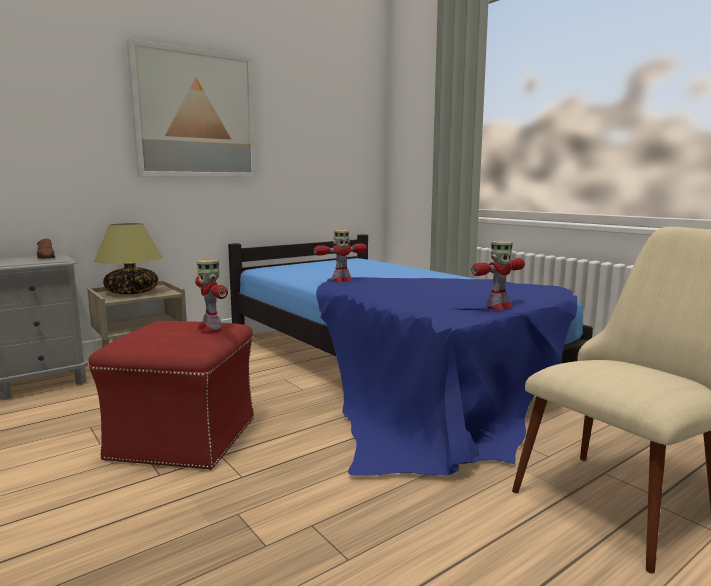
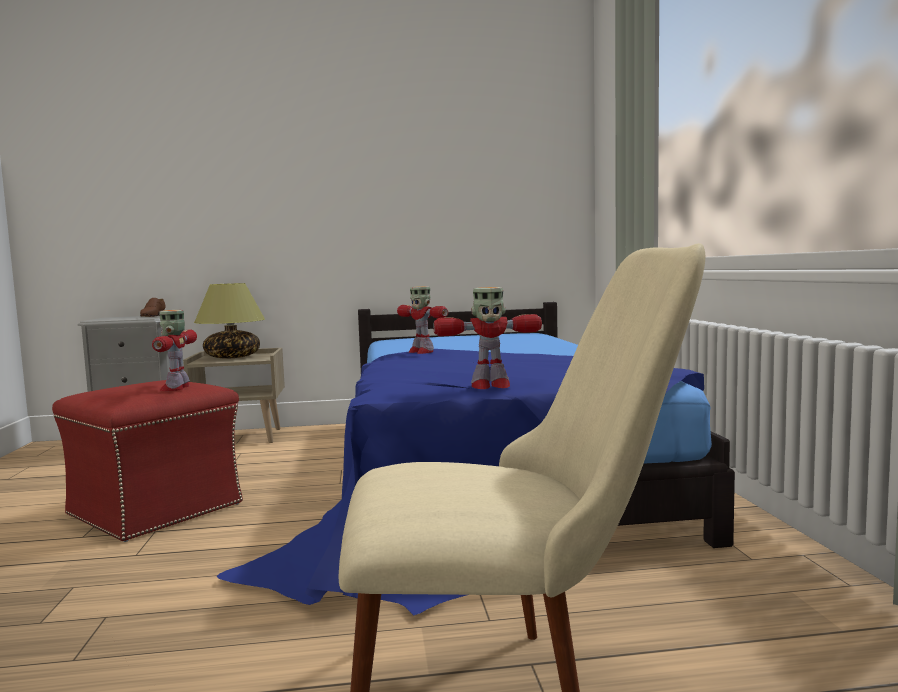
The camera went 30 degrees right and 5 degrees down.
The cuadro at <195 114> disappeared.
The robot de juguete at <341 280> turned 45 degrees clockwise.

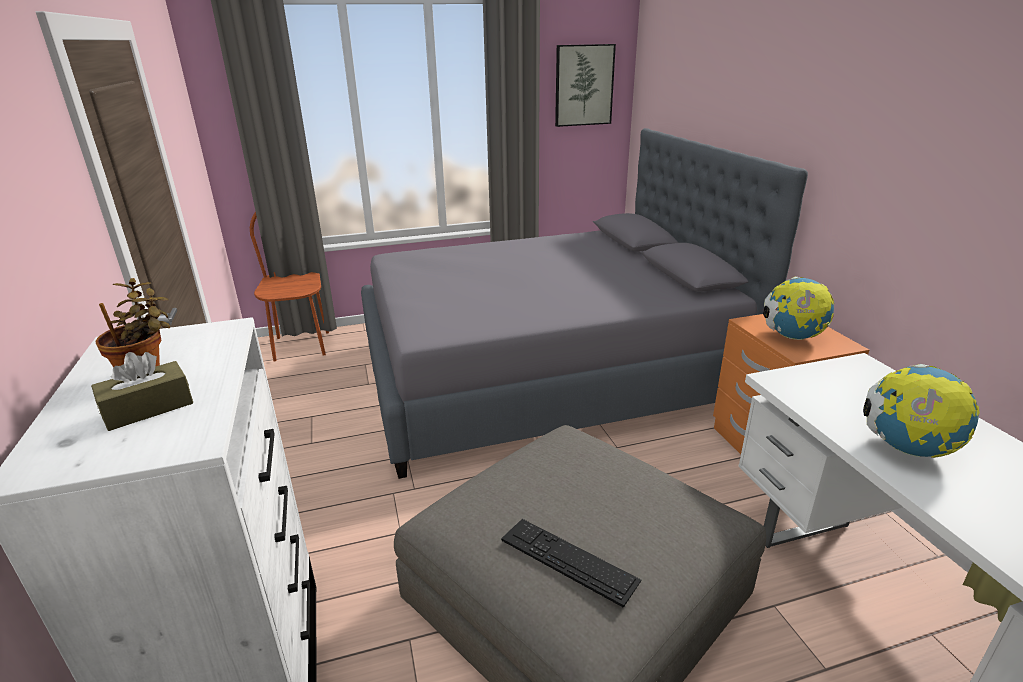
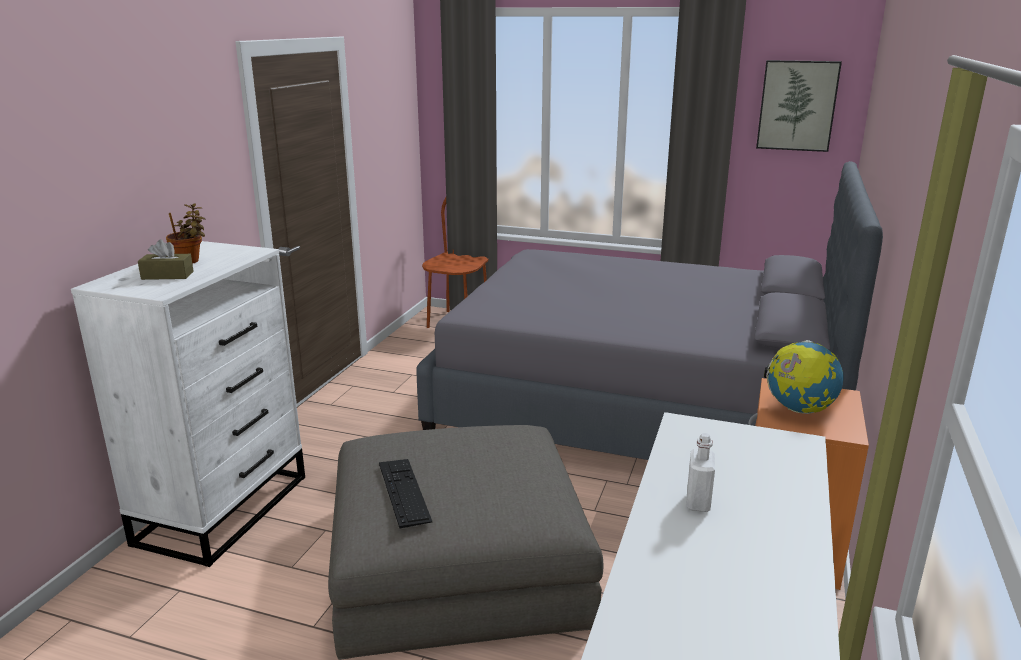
The camera went 35 degrees right and 5 degrees down.
The globo terráqueo at <906 448> was replaced by the botella/blanco at <698 502>.

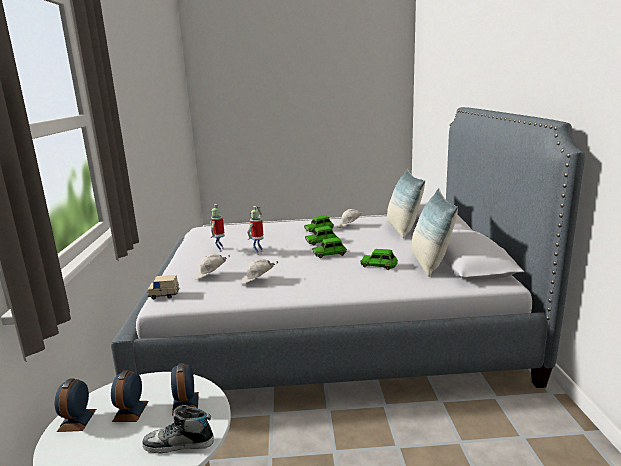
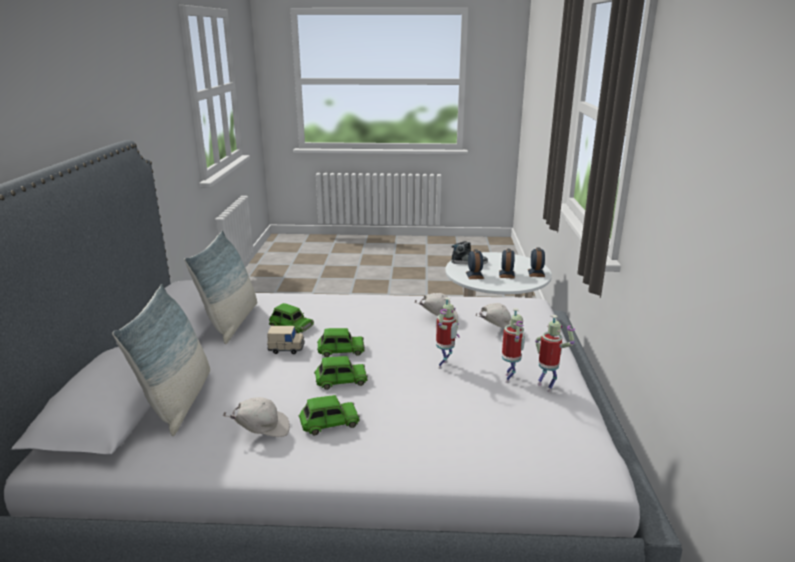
The camera went 175 degrees left and 5 degrees up.
The coche de juguete/beis moved from <164 295> to <286 349>.
The robot de juguete at <547 387> appeared.

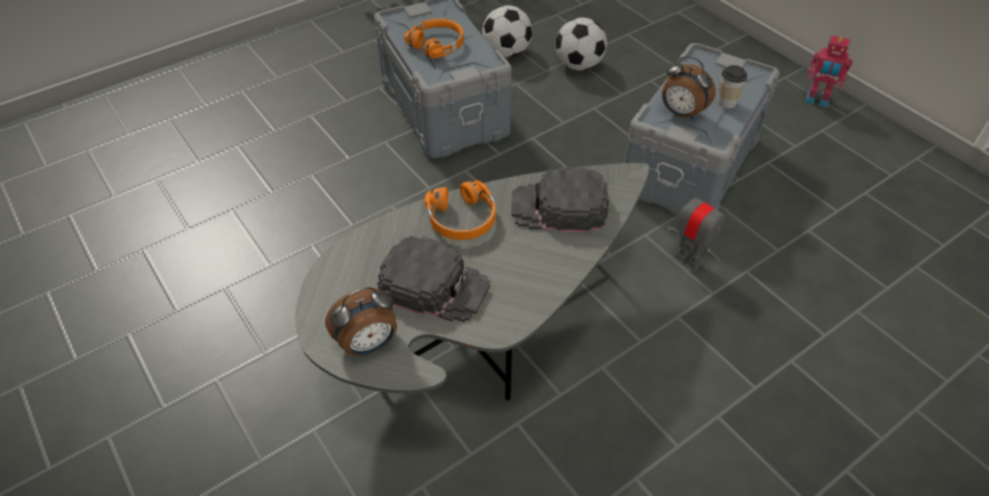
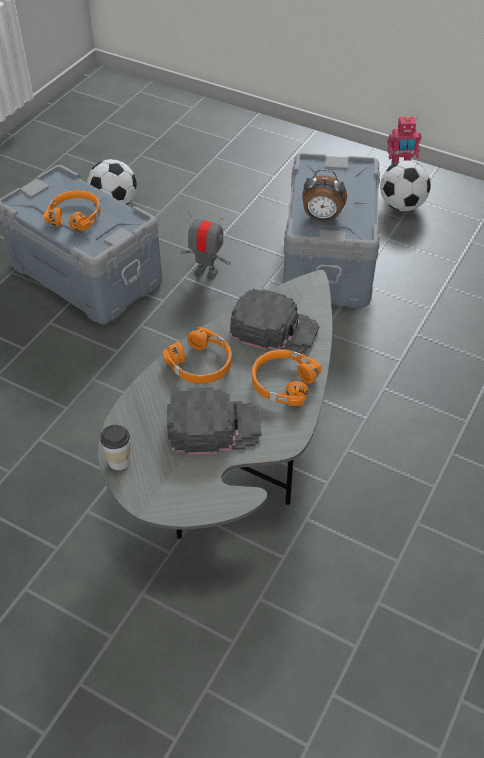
The camera went 25 degrees left and 0 degrees up.
The despertador at <368 345> disappeared.
The gorra/negro at <559 208> turned 135 degrees counterclockwise.
The balón de fútbol moved from <578 65> to <401 206>.
The robot de juguete moved from <688 259> to <206 272>.
The taza moved from <726 103> to <119 461>.
The auriculares/naranja at <282 382> appeared.

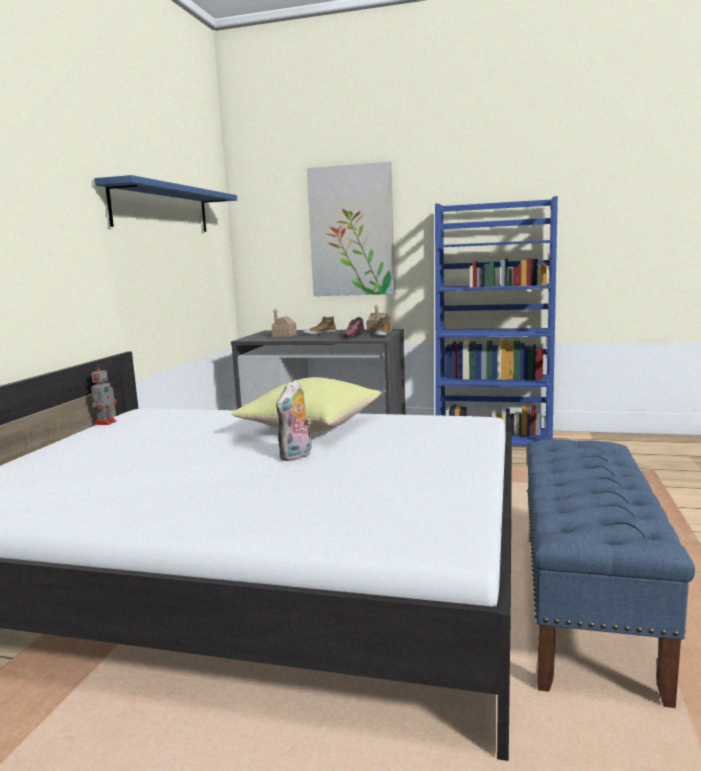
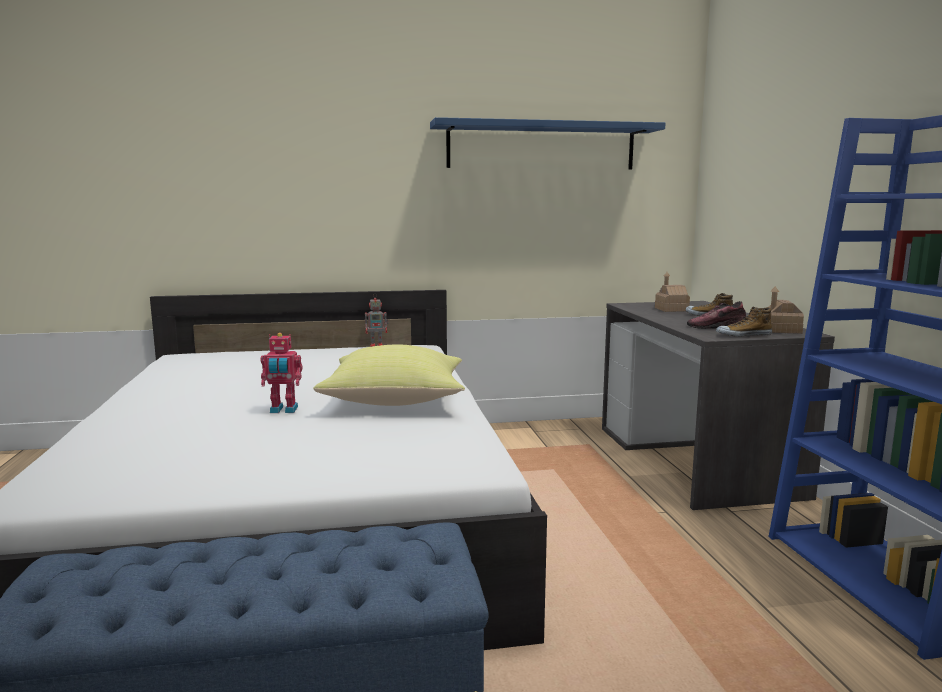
The camera went 65 degrees right and 0 degrees up.
The peluche at <296 456> was replaced by the robot de juguete at <283 410>.
The cuadro at <351 231> disappeared.

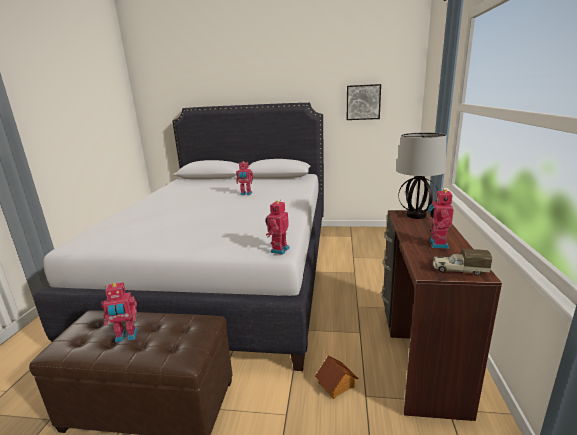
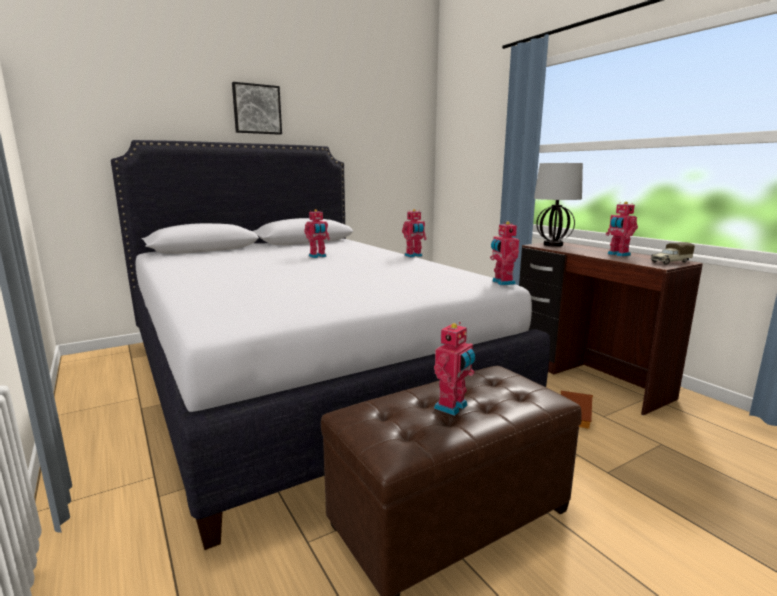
The camera went 40 degrees left and 5 degrees down.
The cuadro moved from <363 102> to <257 109>.
The robot de juguete at <414 256> appeared.

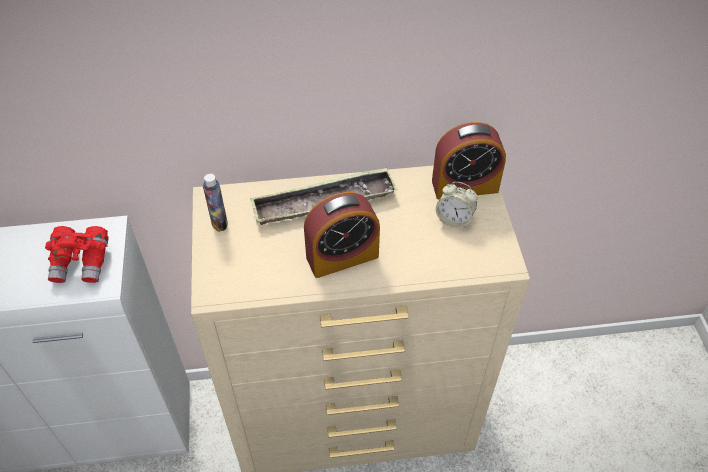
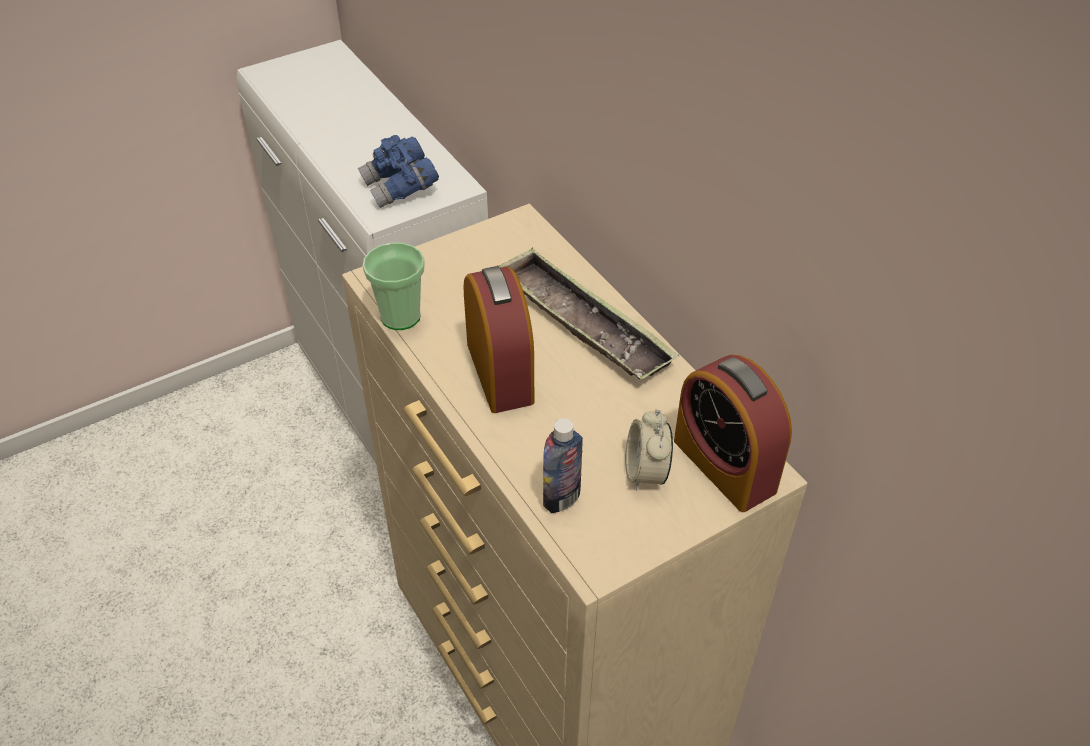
The camera went 65 degrees right and 5 degrees down.
The prismáticos/rojo at <82 263> became the prismáticos/azul at <400 188>.
The botella moved from <219 222> to <561 498>.
The despertador at <342 257> turned 150 degrees counterclockwise.
The taza at <400 316> appeared.

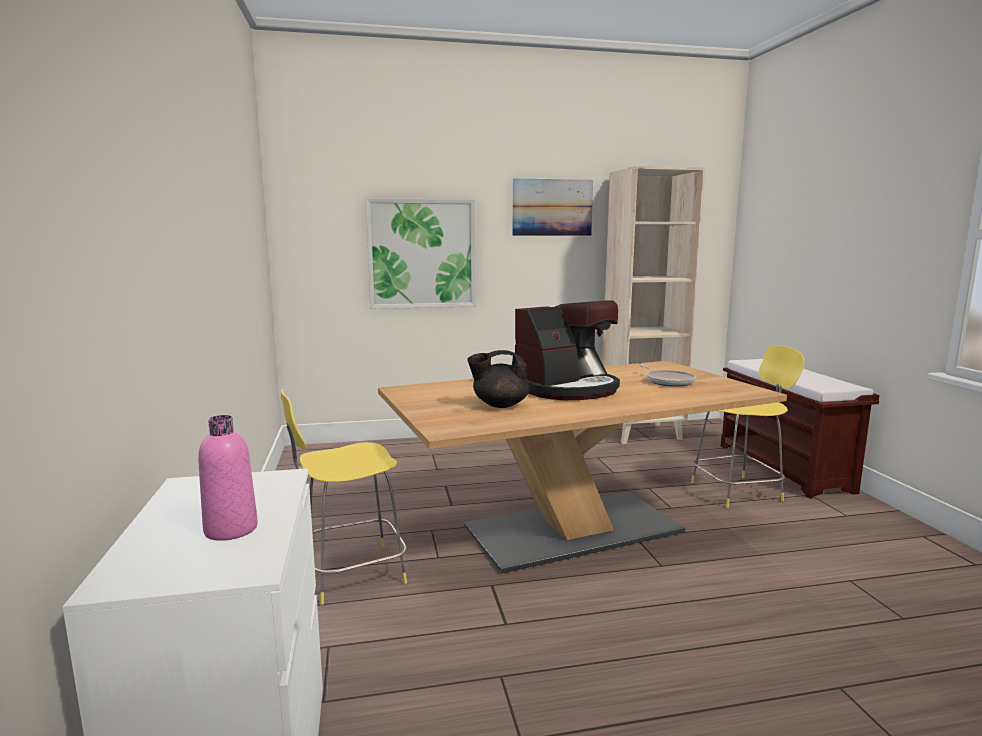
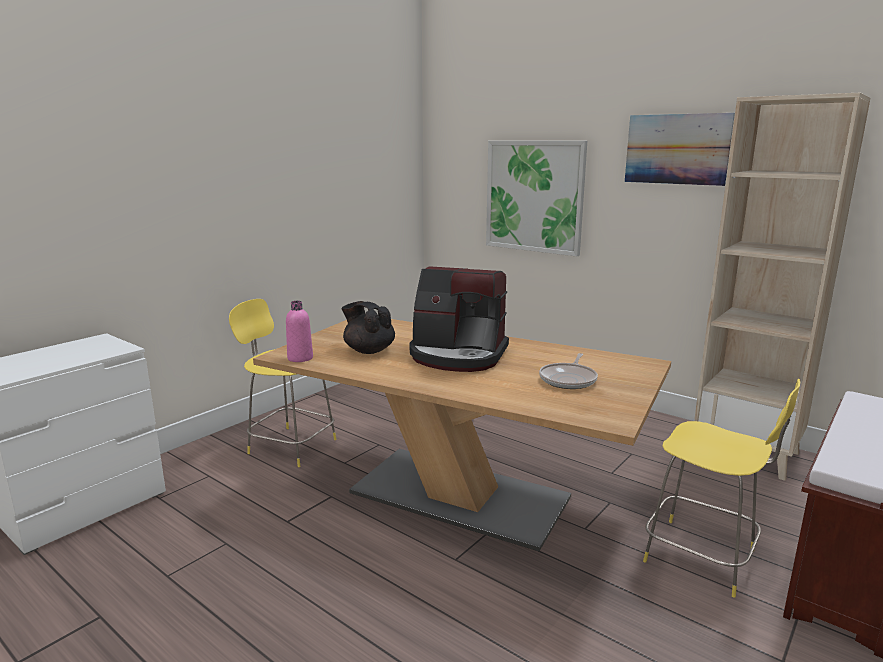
The camera went 50 degrees right and 5 degrees up.
The botella/rosa moved from <231 529> to <300 358>.

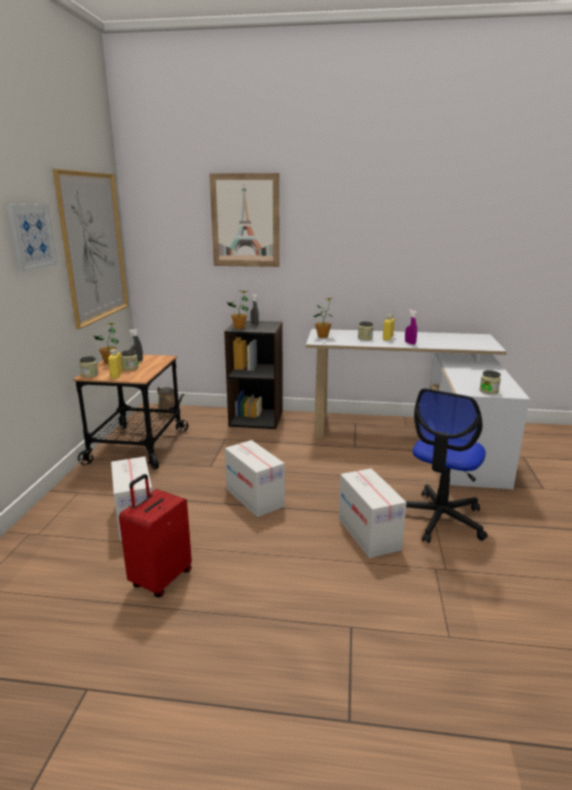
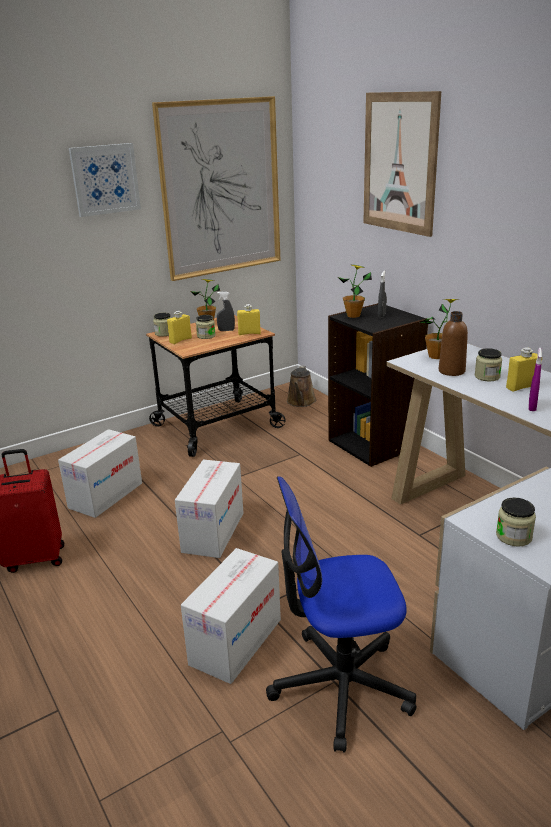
The camera went 50 degrees right and 5 degrees up.
The botella/amarillo at <249 333> appeared.
The botella/marrón at <451 371> appeared.

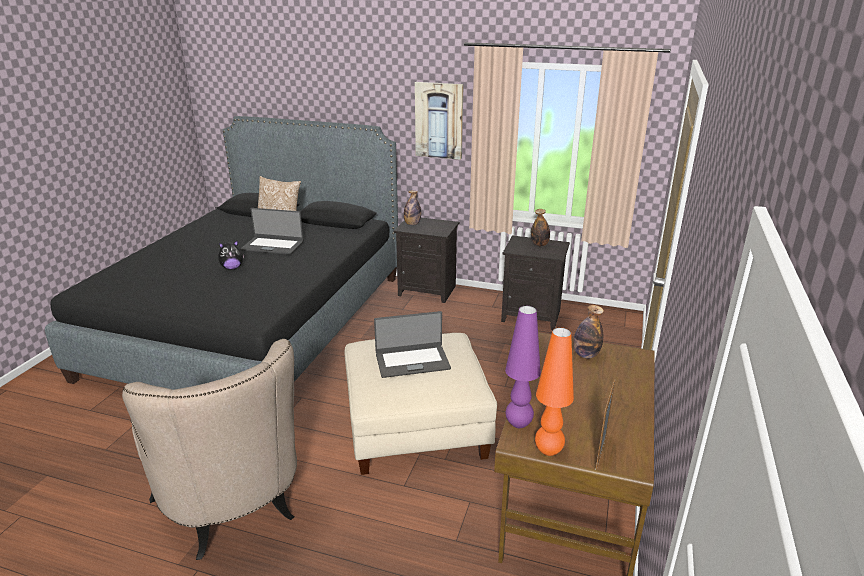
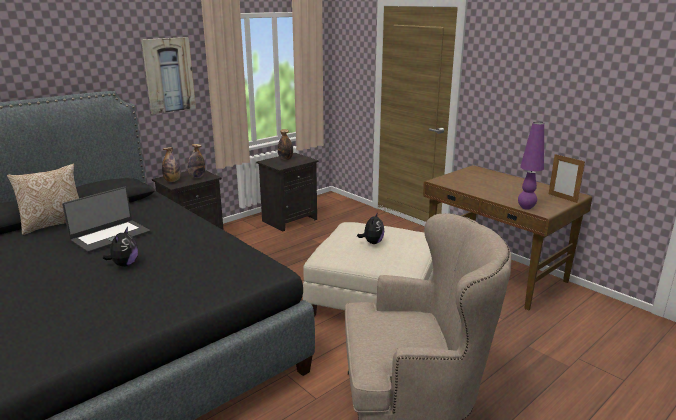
The camera went 60 degrees left and 5 degrees down.
The portátil at <412 361> was replaced by the peluche at <372 242>.
The lámpara de mesa/naranja at <548 451> disappeared.
The botella moved from <585 355> to <197 177>.

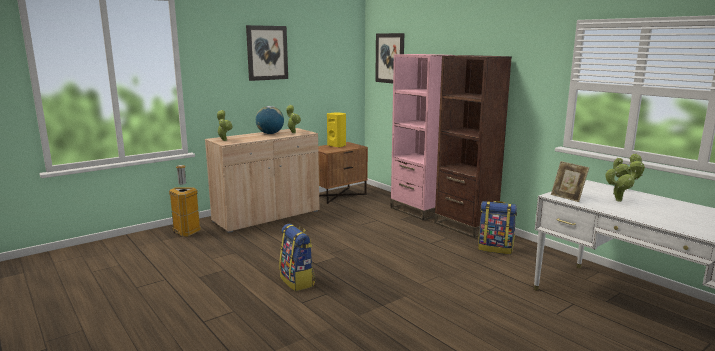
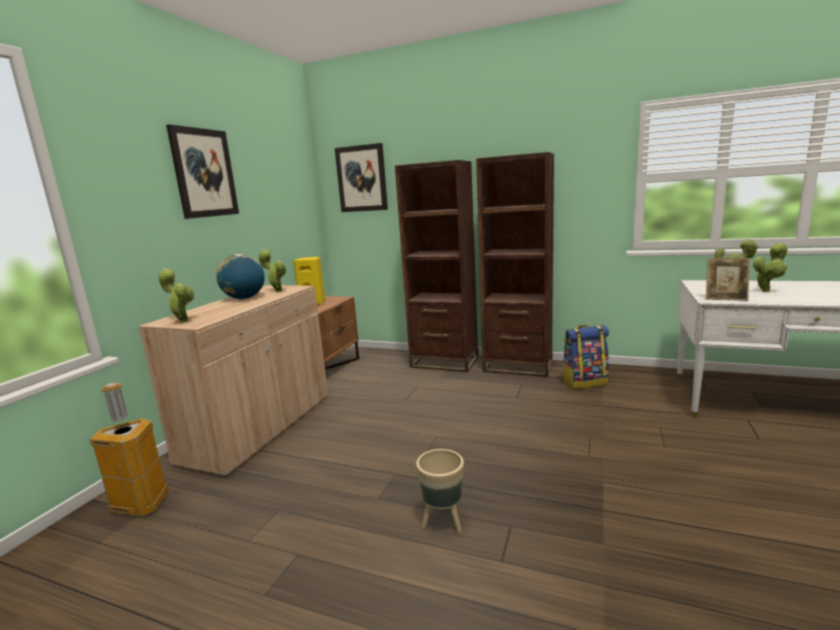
The camera went 30 degrees left and 0 degrees up.
The mochila at <298 281> was replaced by the maceta/beis at <444 522>.
The estantería/rosa at <418 210> became the estantería/marrón at <444 362>.

